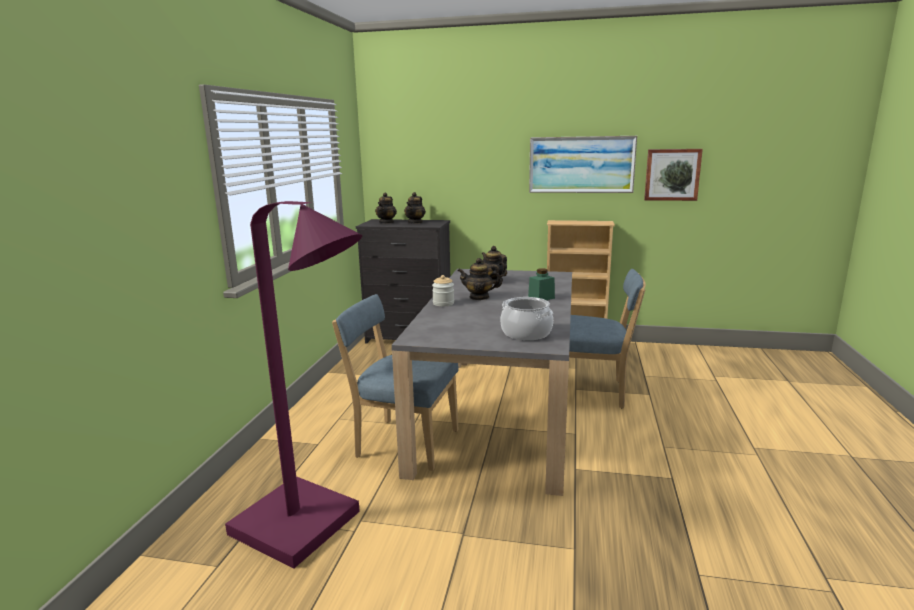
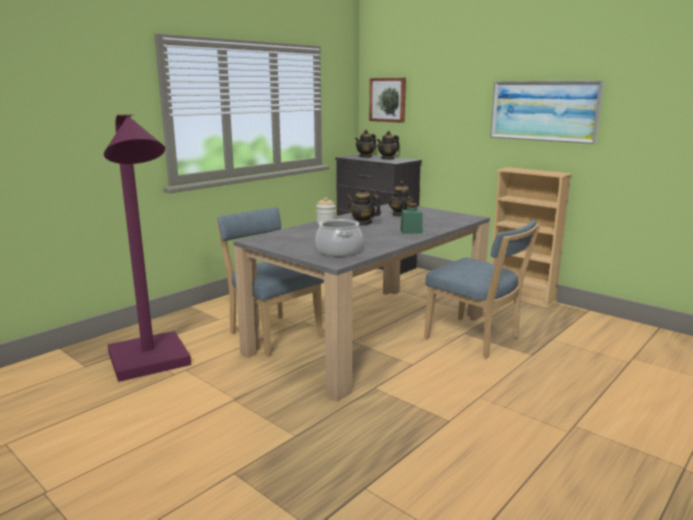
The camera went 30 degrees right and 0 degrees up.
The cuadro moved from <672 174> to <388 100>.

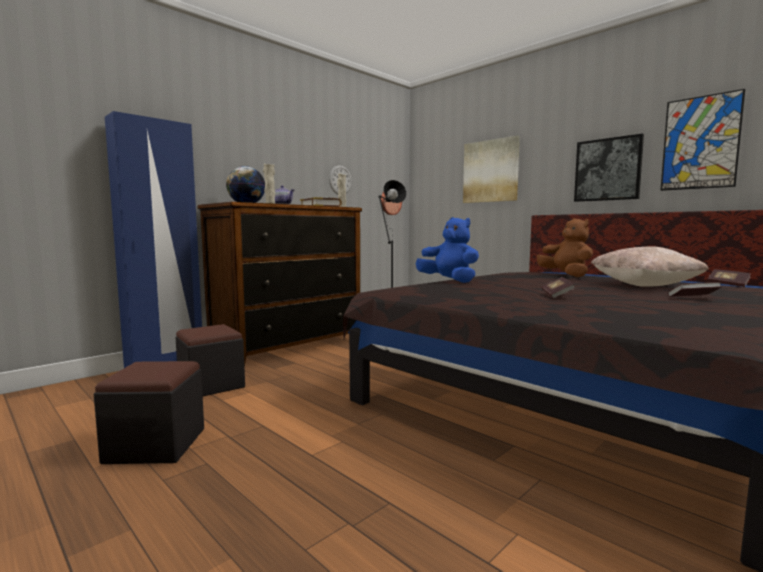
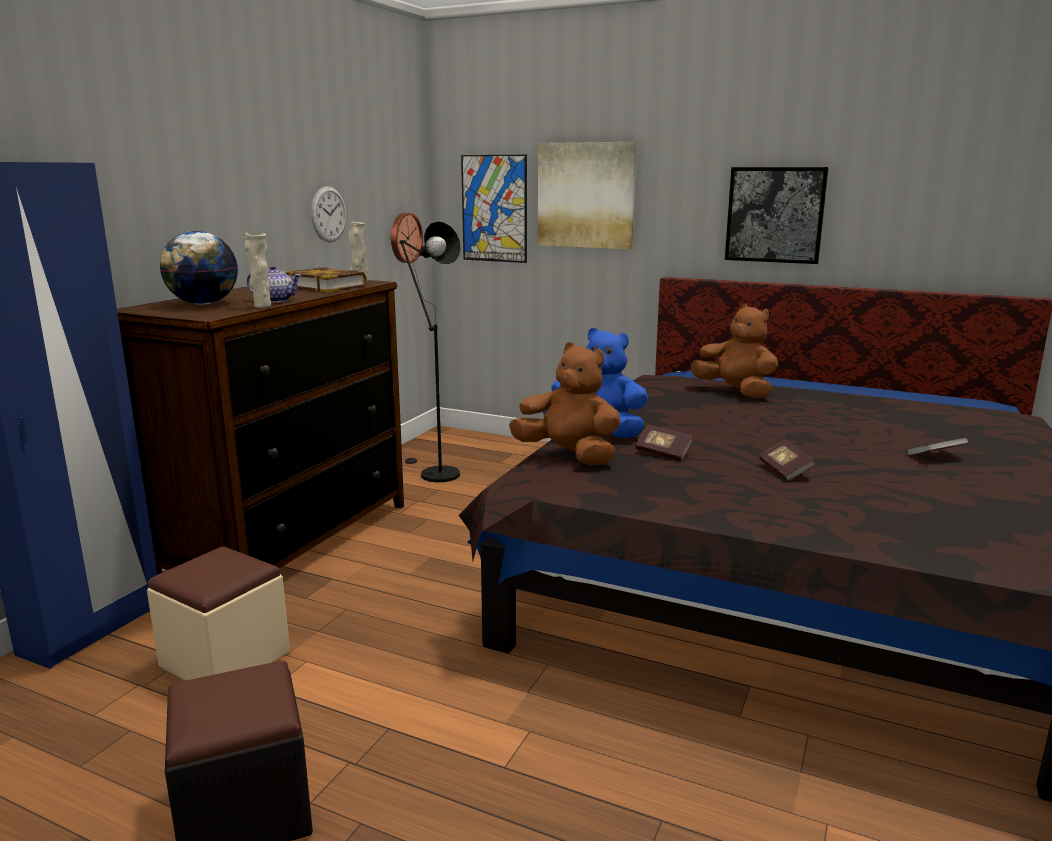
The camera went 20 degrees left and 10 degrees up.
The puf/negro at <211 385> became the puf/beis at <225 659>.
The cojín/beis at <644 285> disappeared.
The cuadro moved from <700 143> to <494 208>.
The libro moved from <728 284> to <663 453>.
The peluche/marrón at <569 456> appeared.

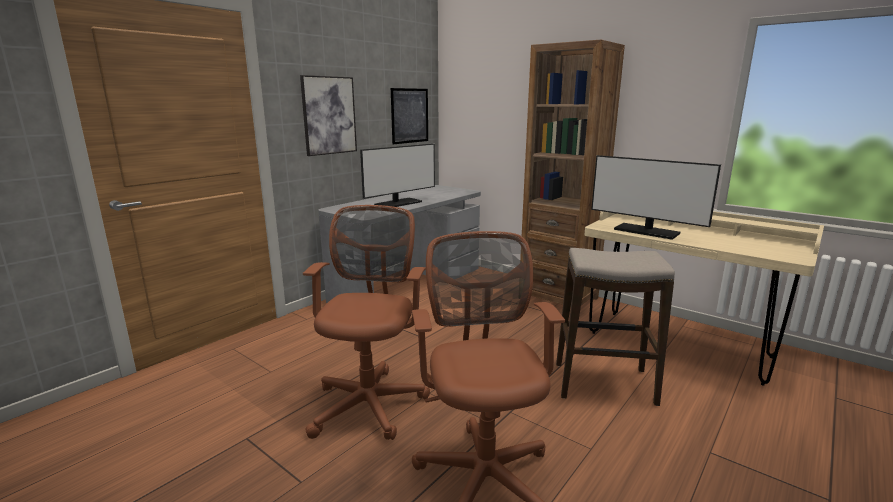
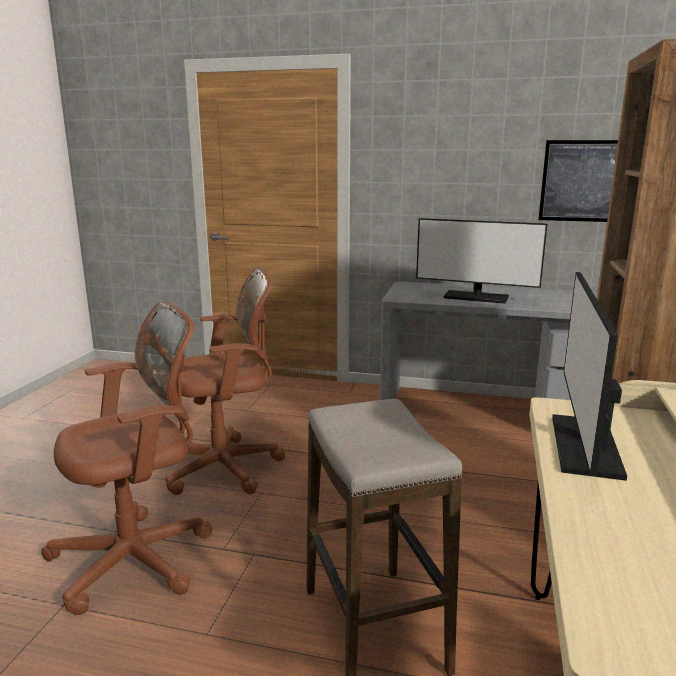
The camera went 65 degrees right and 0 degrees up.
The cuadro at <329 115> disappeared.

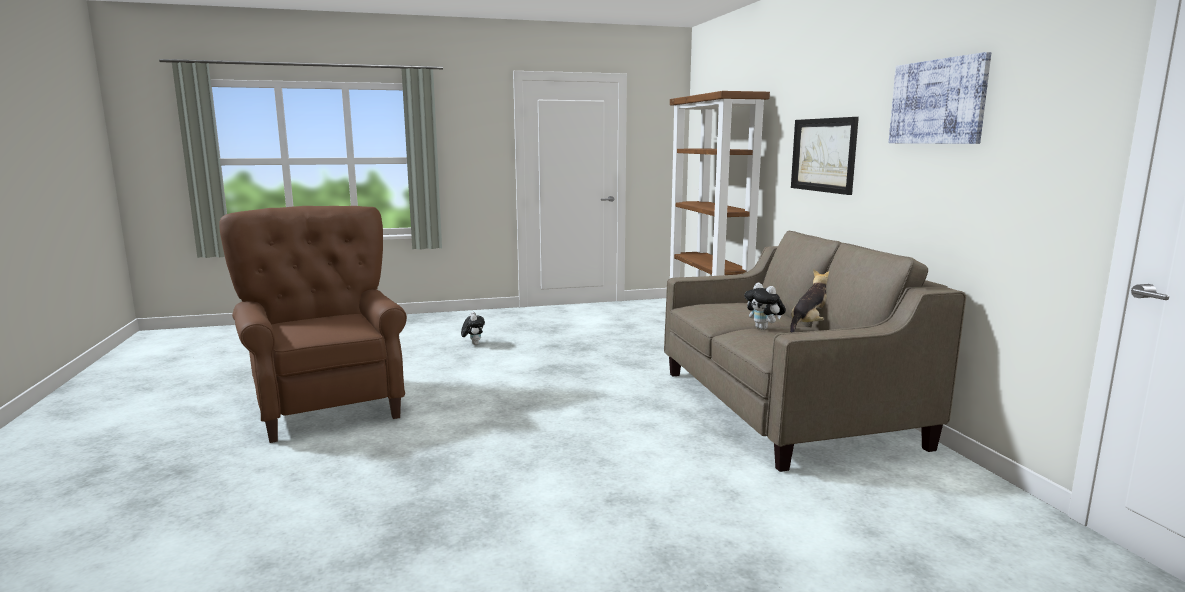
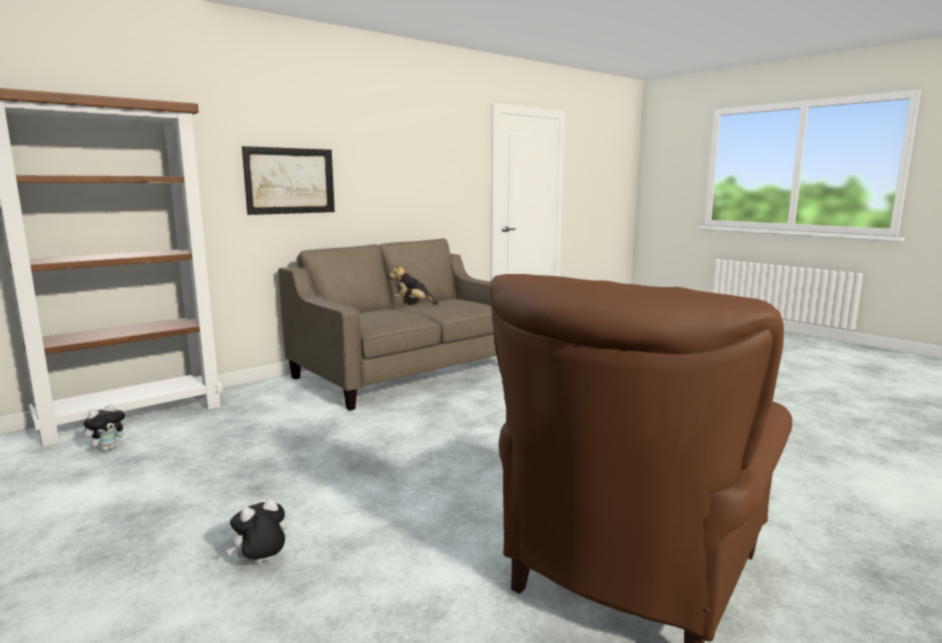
The camera went 115 degrees left and 0 degrees up.
The peluche moved from <764 328> to <108 449>.
The cuadro at <937 102> disappeared.

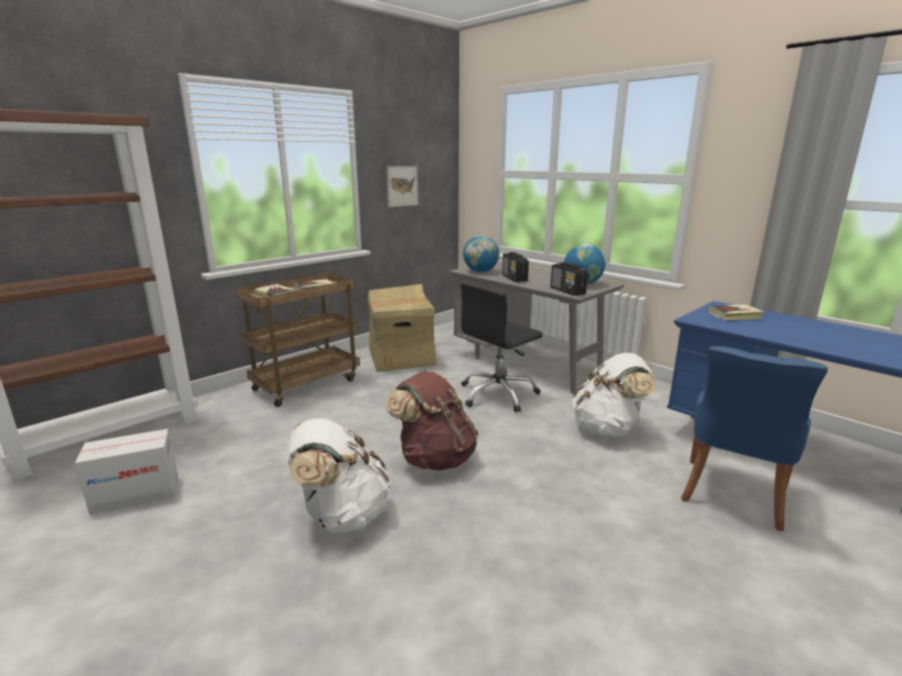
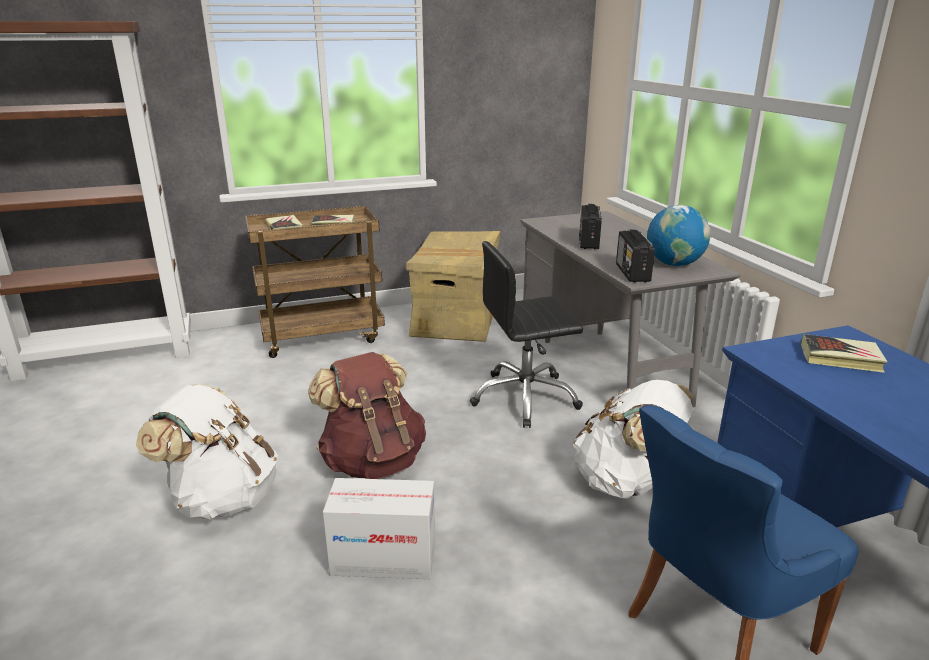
The camera went 25 degrees right and 5 degrees up.
The caja de cartón moved from <136 494> to <383 558>.
The cuadro at <402 186> disappeared.
The globo terráqueo at <480 271> disappeared.

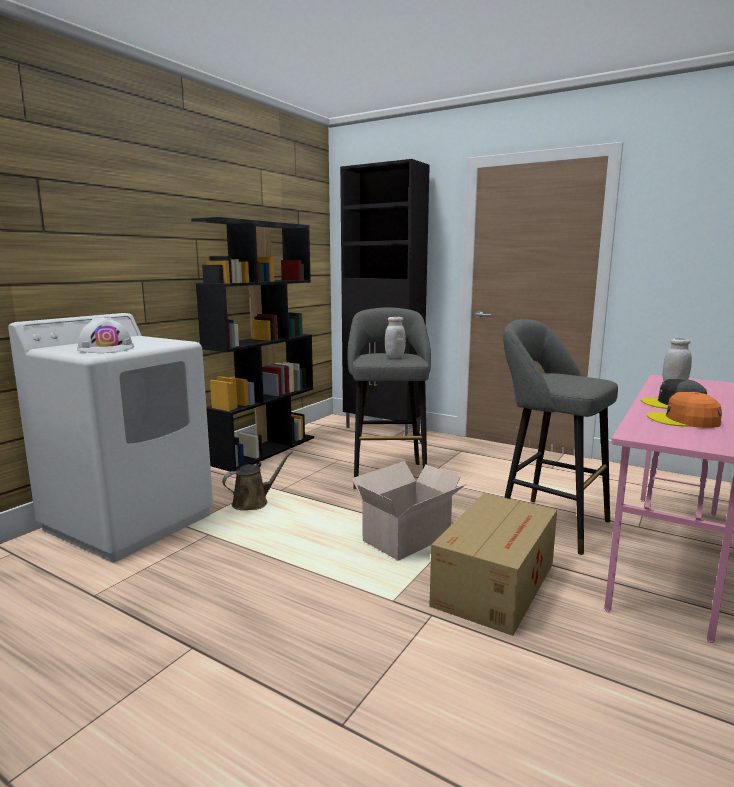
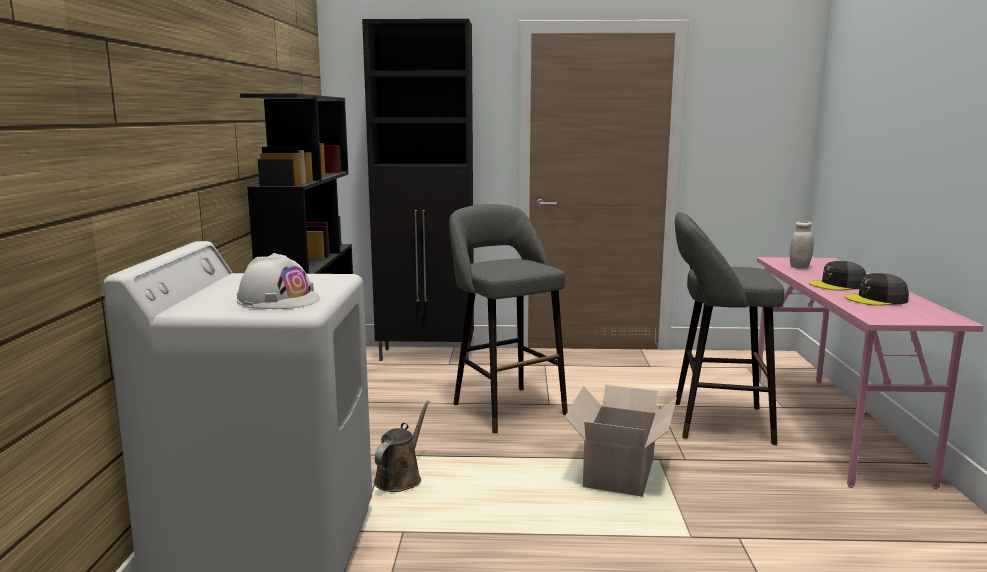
The camera went 30 degrees left and 0 degrees up.
The tarro/blanco at <394 357> disappeared.
The caja de cartón at <496 583> disappeared.
The gorra/naranja at <684 420> became the gorra/gris at <876 299>.

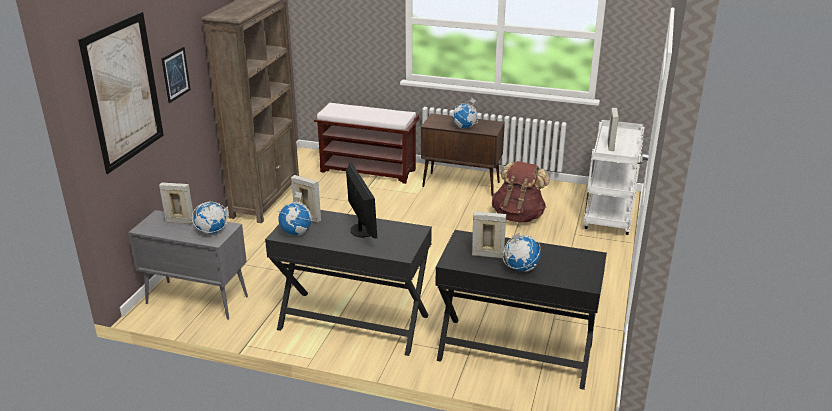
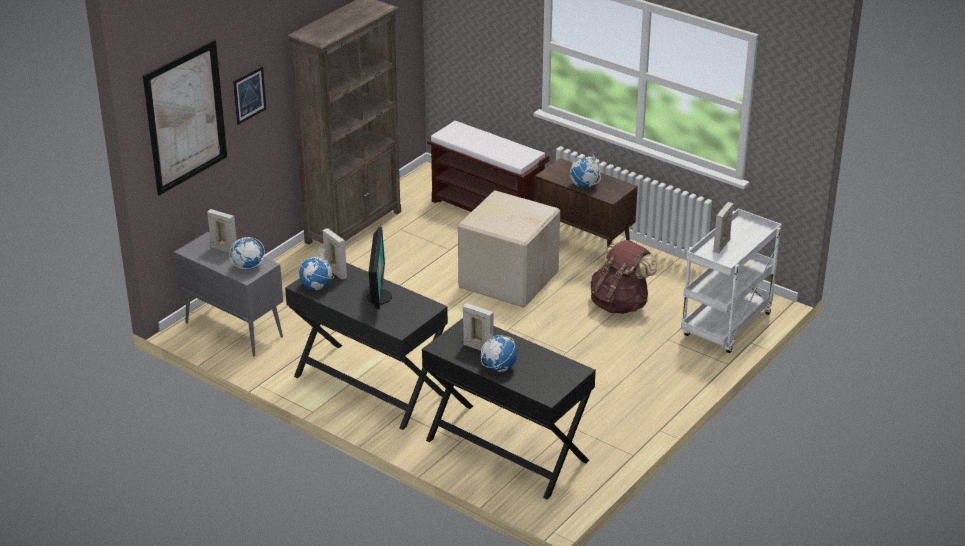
The camera went 20 degrees right and 5 degrees up.
The caja de cartón at <508 279> appeared.

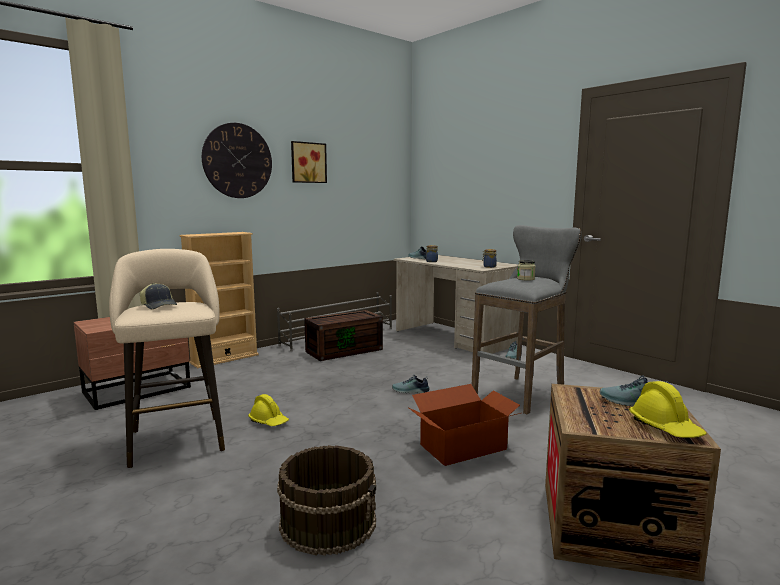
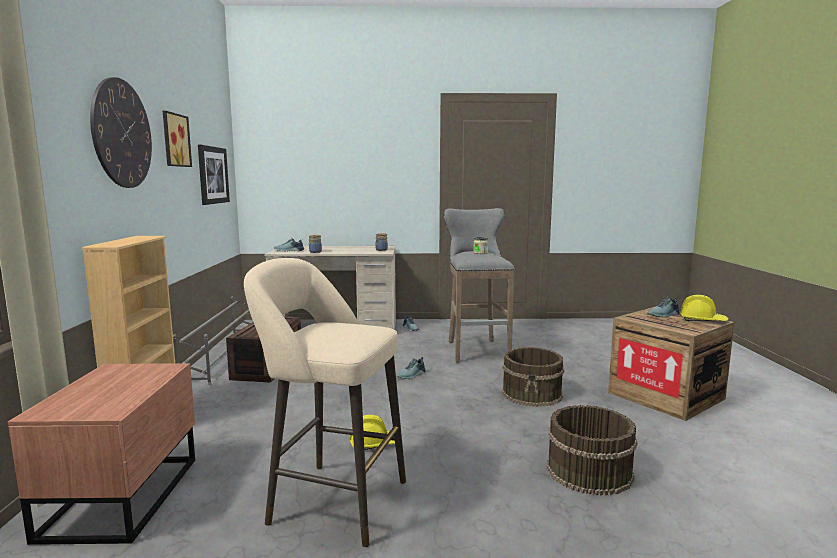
The camera went 50 degrees left and 0 degrees up.
The gorra at <159 306> disappeared.
The caja de cartón at <464 447> was replaced by the cubo/marrón at <532 393>.
The cuadro at <212 175> appeared.

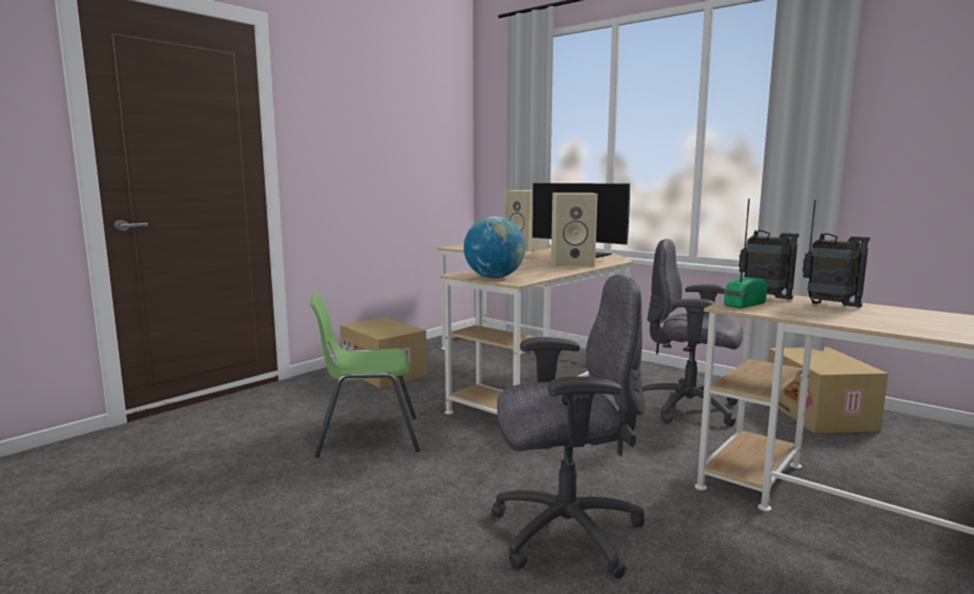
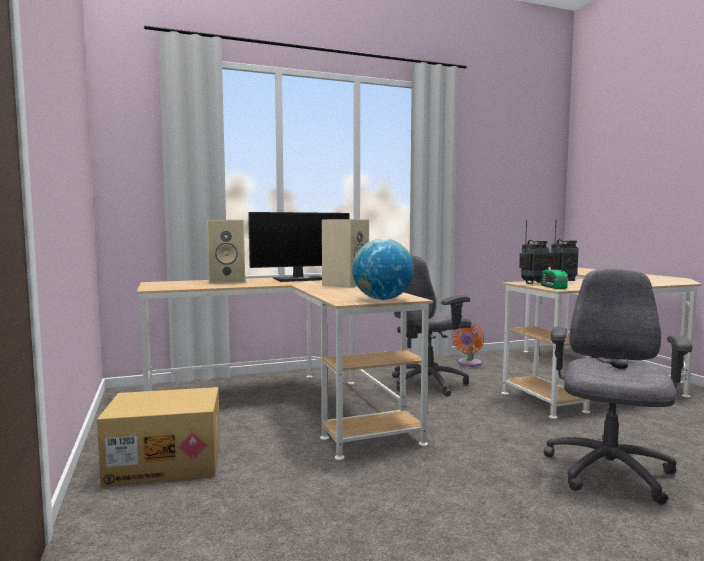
The camera went 60 degrees left and 5 degrees down.
The silla/verde at <367 436> disappeared.
The caja de cartón at <820 414> was replaced by the ventilador/naranja at <469 363>.

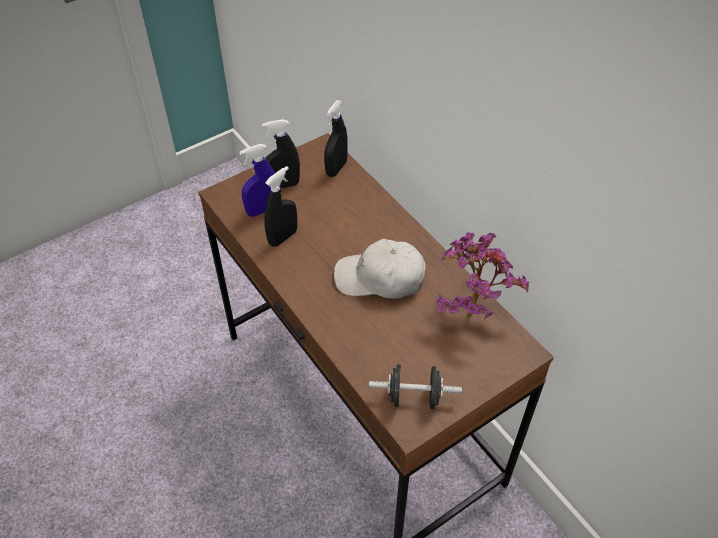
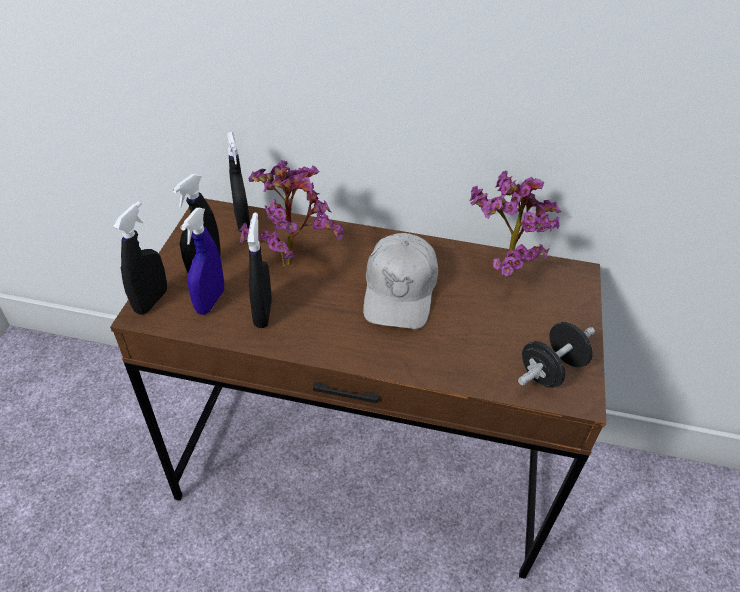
The camera went 45 degrees left and 5 degrees down.
The gorra/blanco at <380 278> turned 45 degrees counterclockwise.
The pulverizador/negro at <151 301> appeared.
The planta en maceta at <292 260> appeared.

